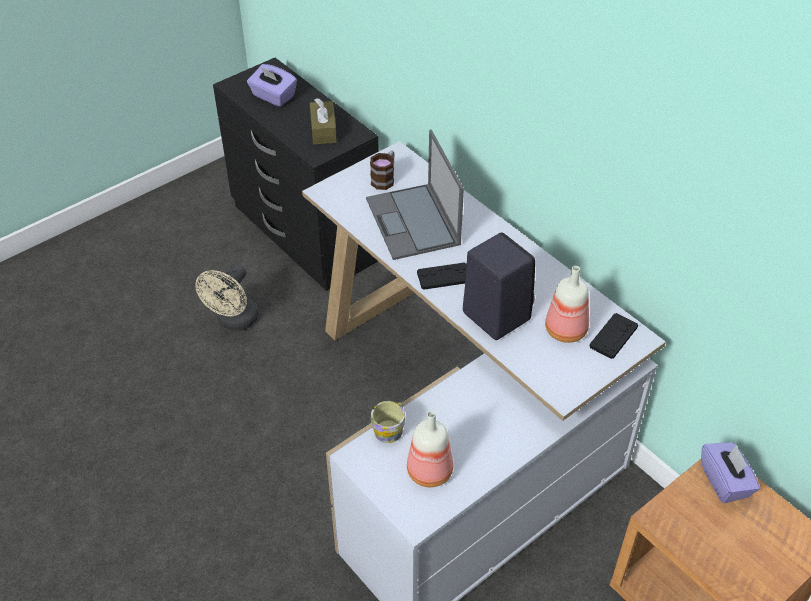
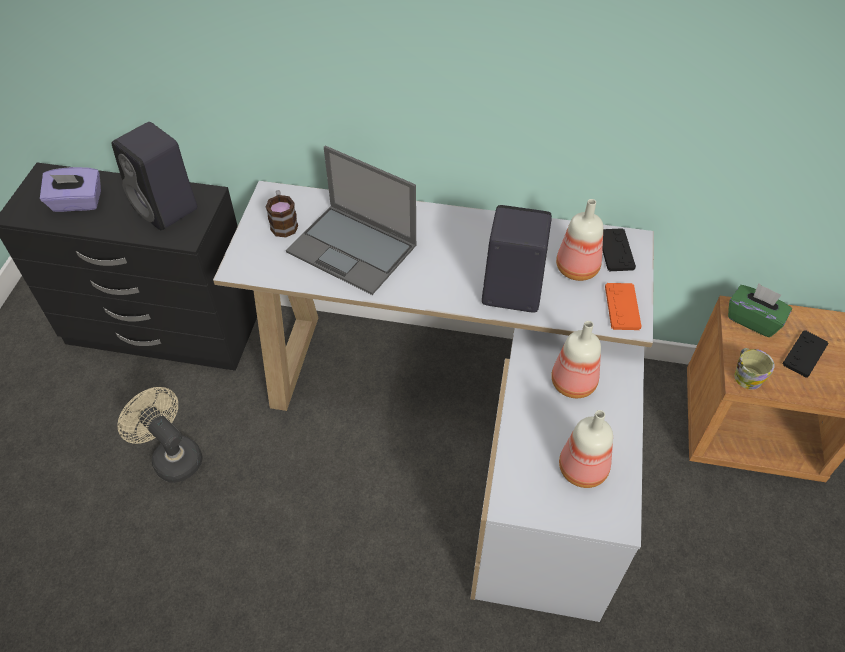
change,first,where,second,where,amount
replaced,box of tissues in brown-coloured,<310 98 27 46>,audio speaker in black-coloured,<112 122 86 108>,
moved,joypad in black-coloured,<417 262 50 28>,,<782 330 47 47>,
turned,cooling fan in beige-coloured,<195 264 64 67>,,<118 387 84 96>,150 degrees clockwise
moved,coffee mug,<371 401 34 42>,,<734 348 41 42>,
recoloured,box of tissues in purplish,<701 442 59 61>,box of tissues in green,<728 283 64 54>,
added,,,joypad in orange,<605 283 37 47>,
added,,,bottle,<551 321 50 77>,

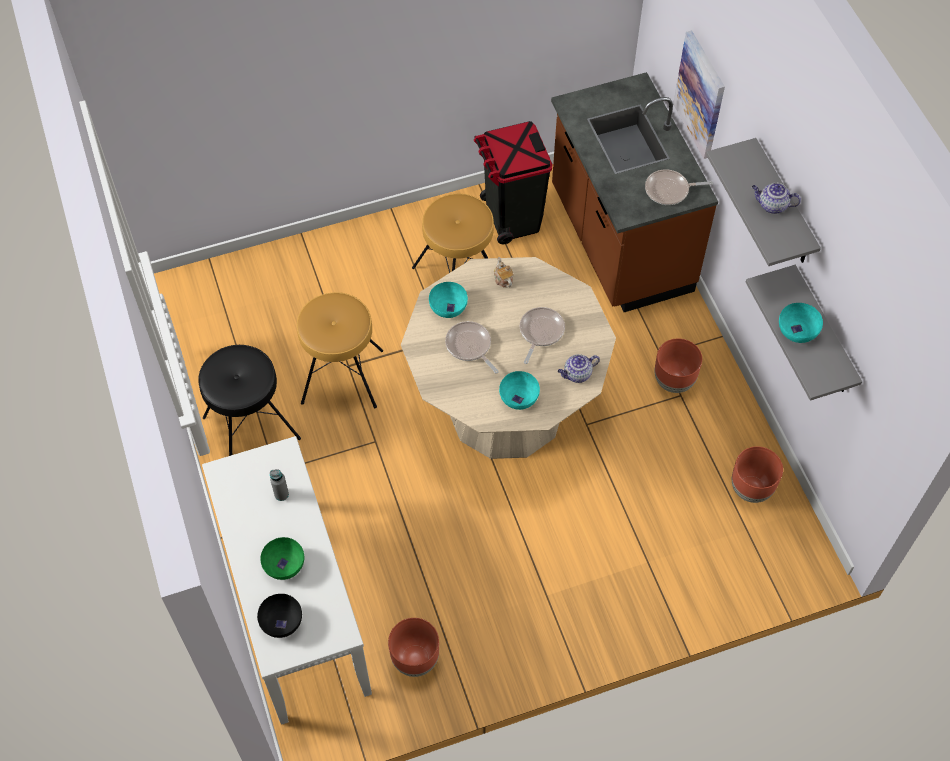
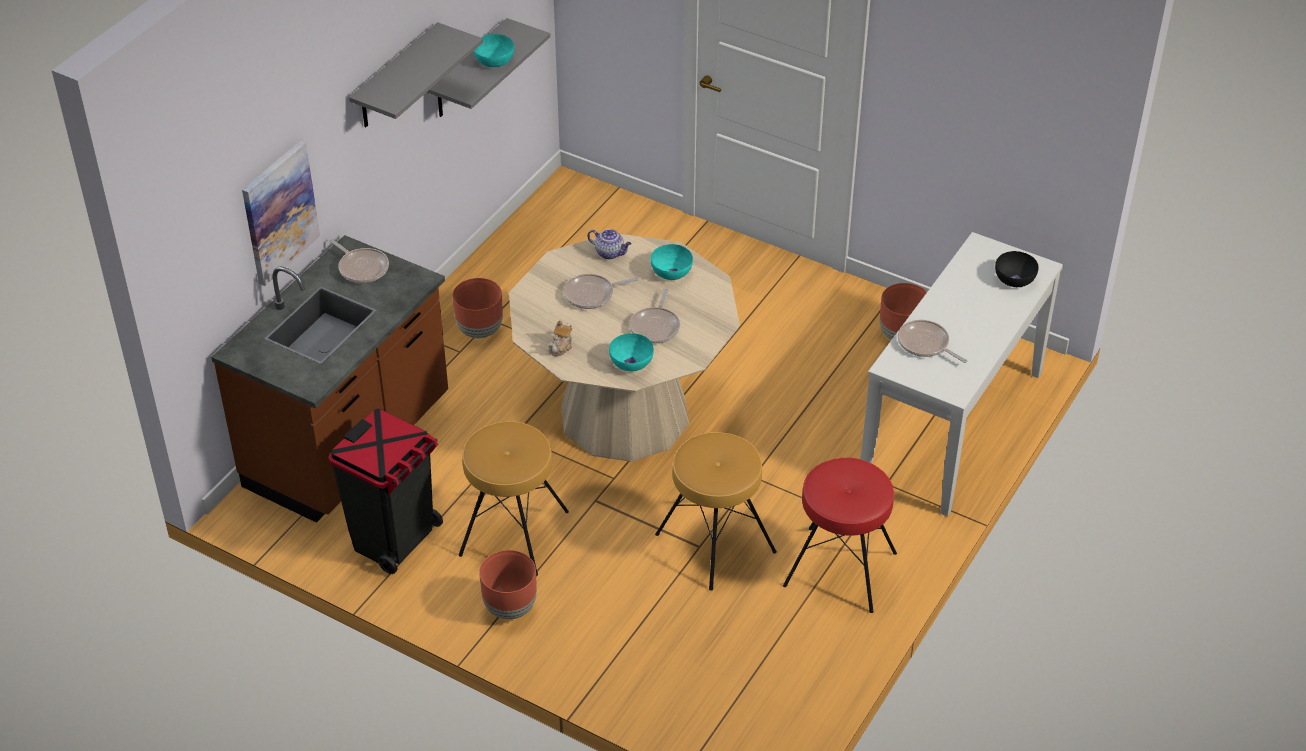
change,first,where,second,where,amount
removed,teapot,<752 183 49 31>,,,
recoloured,stool seat in black-coloured,<198 345 103 111>,stool seat in red,<783 458 114 155>,
moved,planter in brown-coloured,<732 446 51 57>,,<479 550 58 69>,
replaced,bottle in gray,<270 469 19 32>,pan,<898 320 69 43>,
removed,bowl in green,<261 537 43 43>,,,

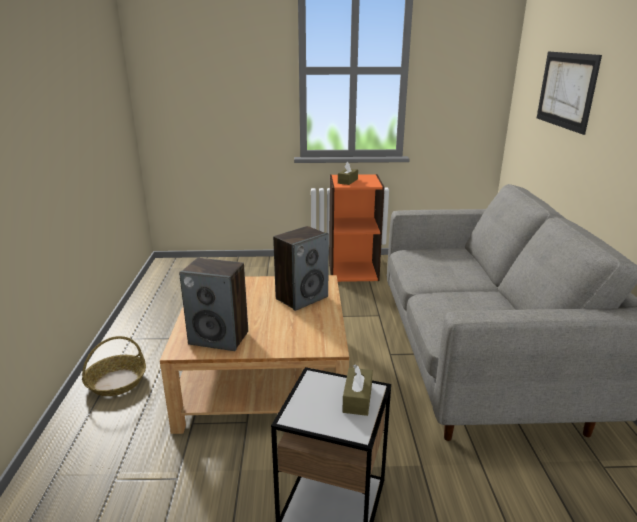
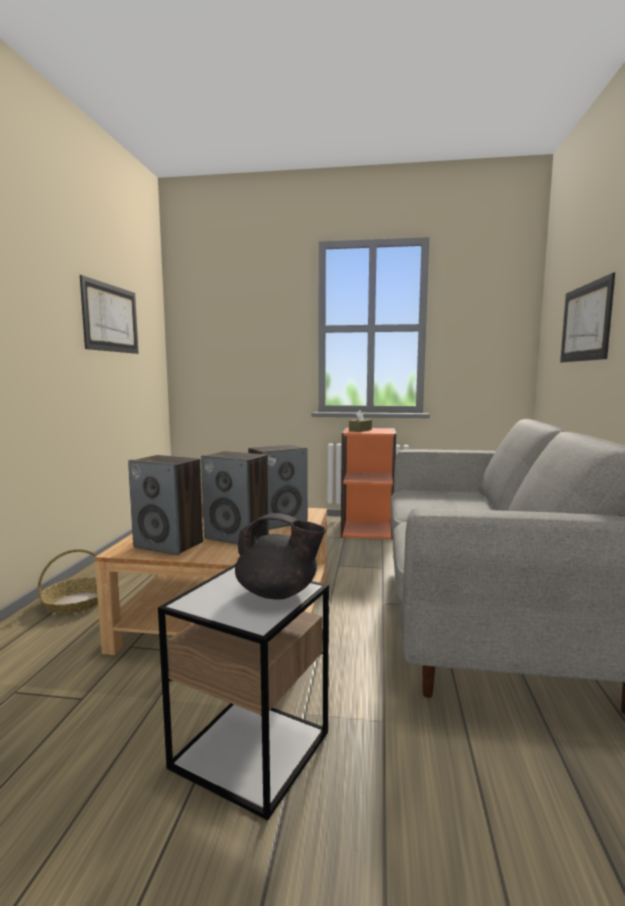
change,first,where,second,where,amount
replaced,box of tissues in brown-coloured,<342 364 31 52>,teapot in black-coloured,<235 513 91 87>,
added,,,wall art,<80 275 59 79>,
added,,,audio speaker,<201 451 68 93>,

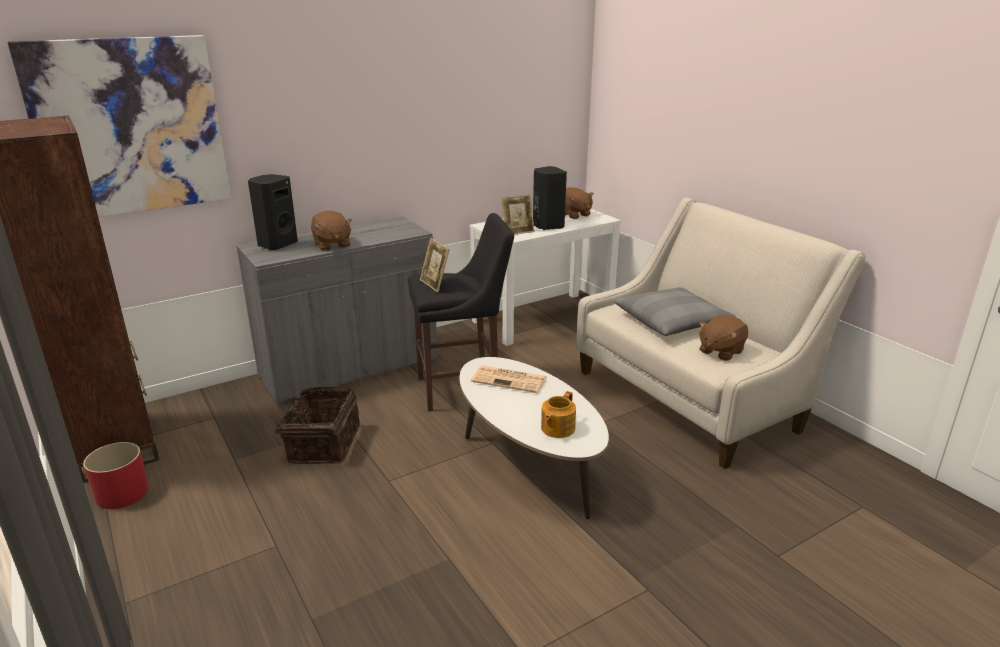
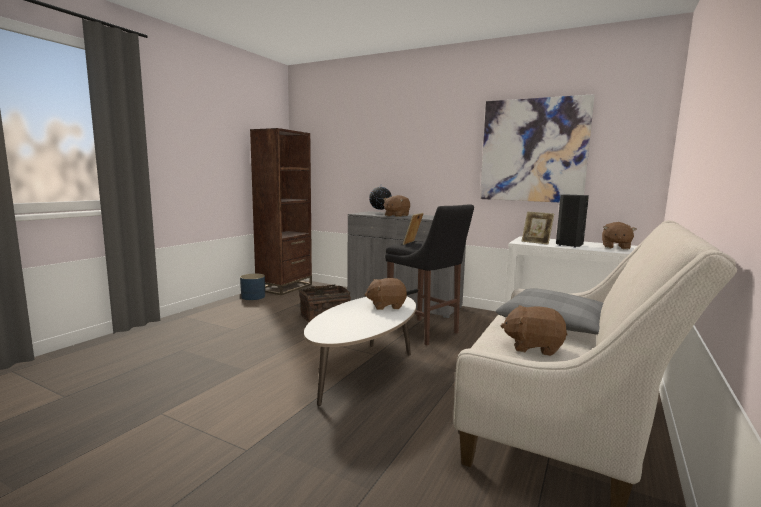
change,first,where,second,where,amount
moved,wall art,<8 35 223 182>,,<480 94 115 108>,
replaced,audio speaker in black-coloured,<248 174 50 76>,world globe,<369 184 23 29>,
replaced,printed paper,<471 365 76 28>,plush toy in brown-coloured,<364 278 43 32>,
removed,teapot,<541 391 35 47>,,,
recoloured,planter in red,<83 442 65 67>,planter in blue-coloured,<240 274 25 26>,

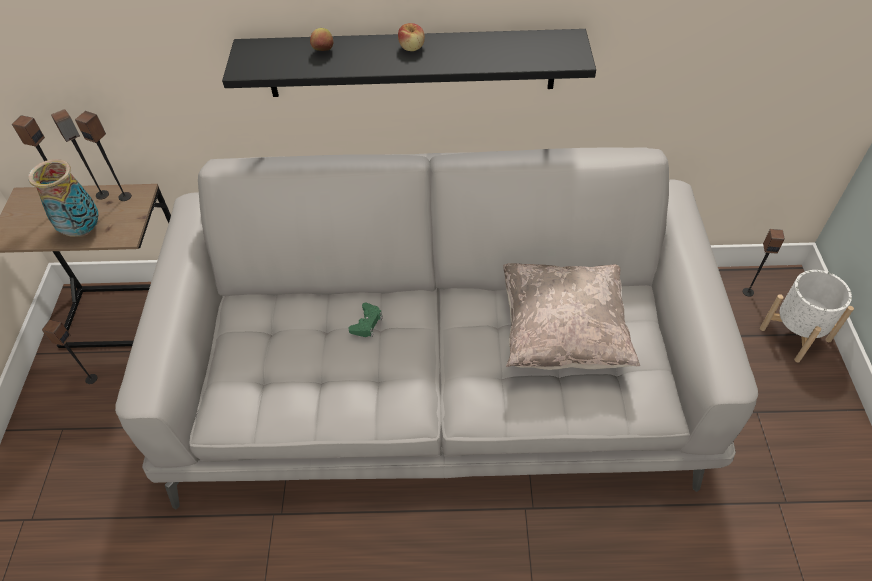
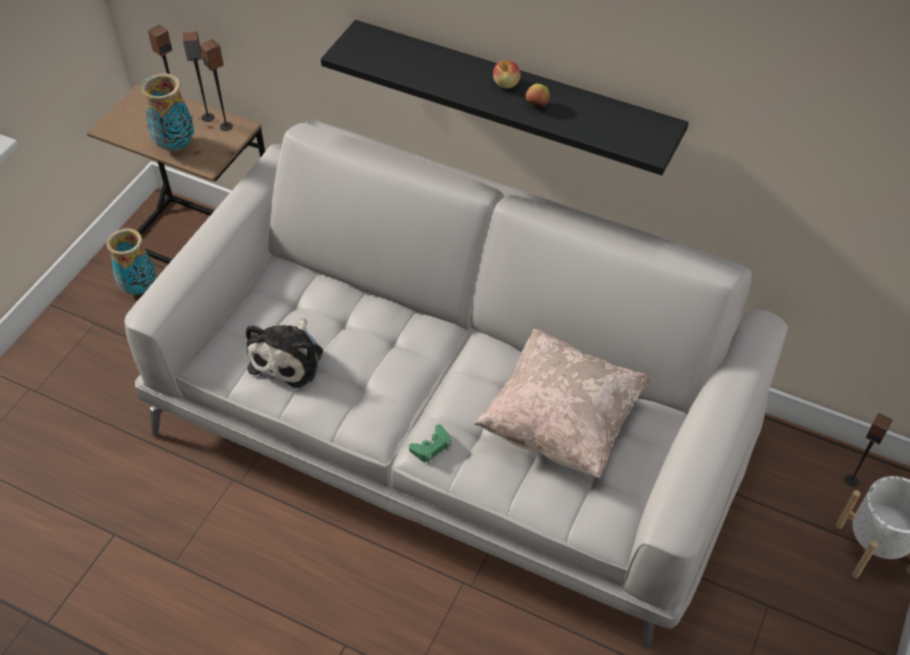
change,first,where,second,where,amount
moved,apple,<310 28 23 23>,,<526 84 24 23>,
moved,joypad in green,<348 302 35 35>,,<409 424 42 40>,
replaced,audio speaker,<42 320 56 64>,decorative vase,<106 228 50 67>,
added,,,plush toy,<246 318 77 70>,

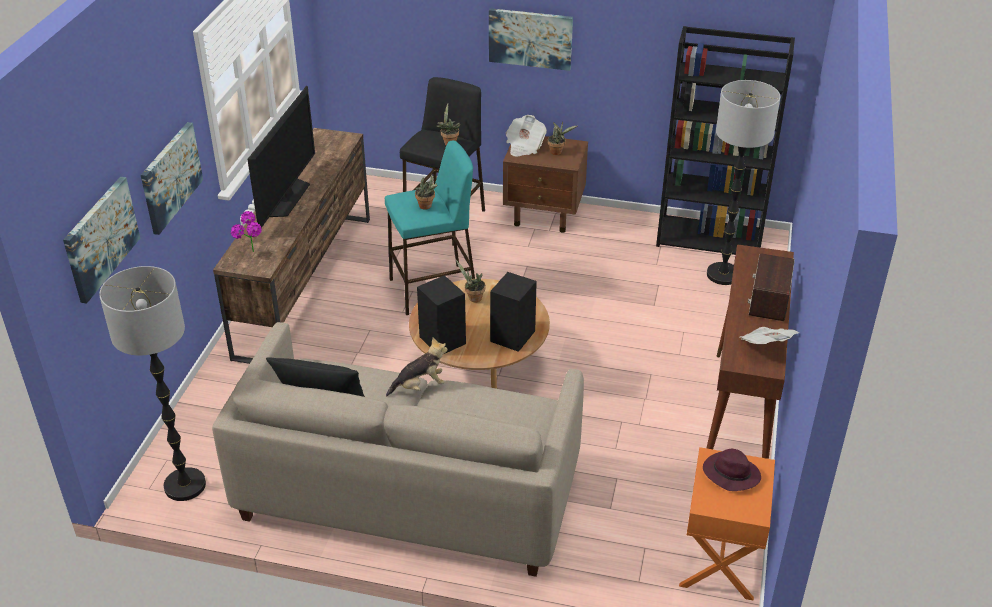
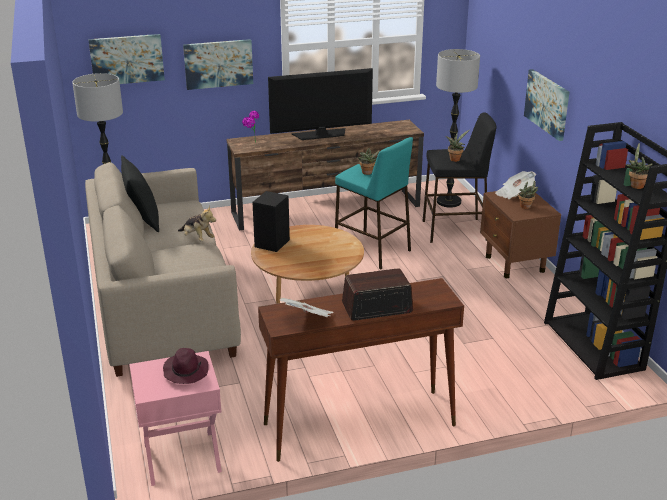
change,first,where,second,where,amount
moved,standing lamp,<707 80 73 205>,,<436 49 44 159>,
moved,potted plant,<456 260 29 43>,,<625 143 28 46>,
removed,audio speaker in black-coloured,<490 272 47 80>,,,
recoloured,night table in orange,<679 447 96 154>,night table in pinkish,<129 351 93 135>,

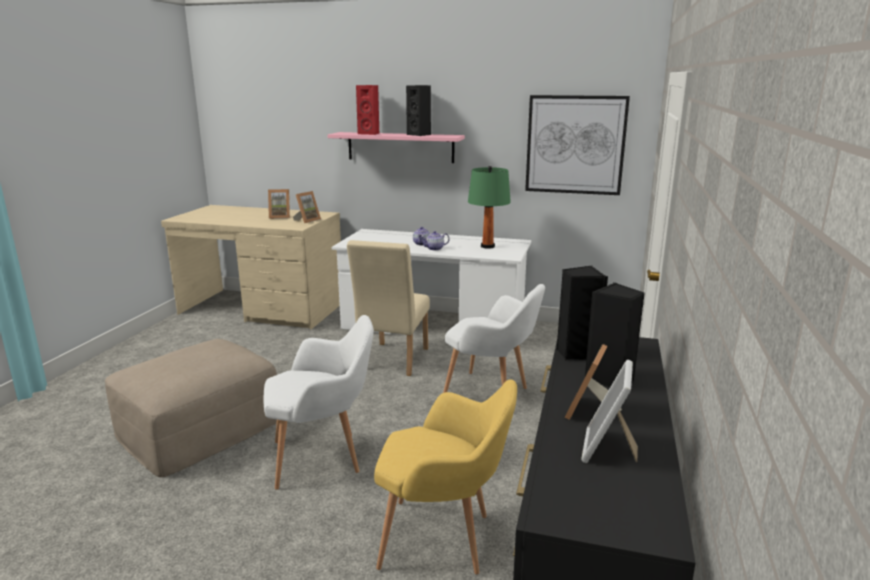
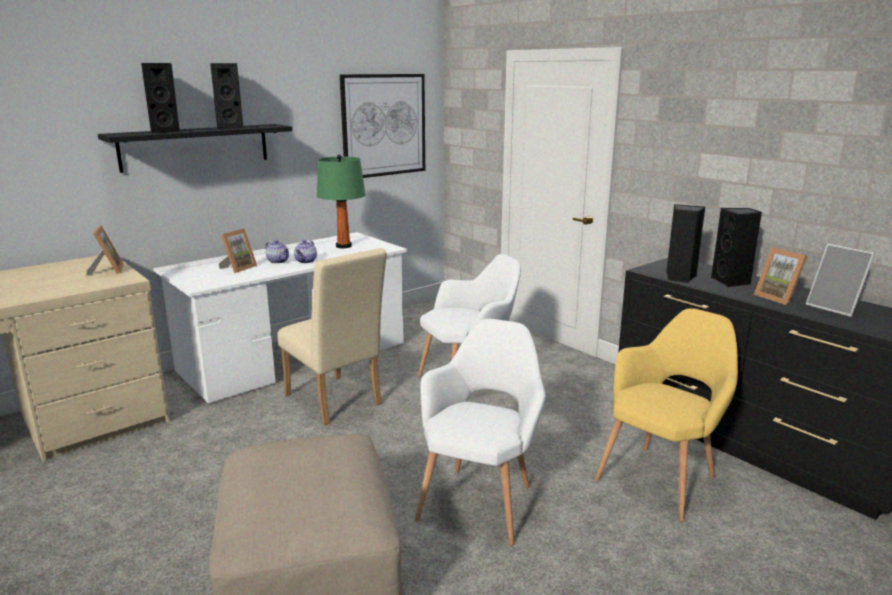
change,first,where,second,where,amount
recoloured,audio speaker in red,<356 85 23 50>,audio speaker in black-coloured,<141 63 39 70>,
recoloured,bracket shelf in pinkish,<327 132 138 31>,bracket shelf in black-coloured,<98 124 194 49>,
moved,photo frame,<268 189 22 30>,,<218 228 39 45>,

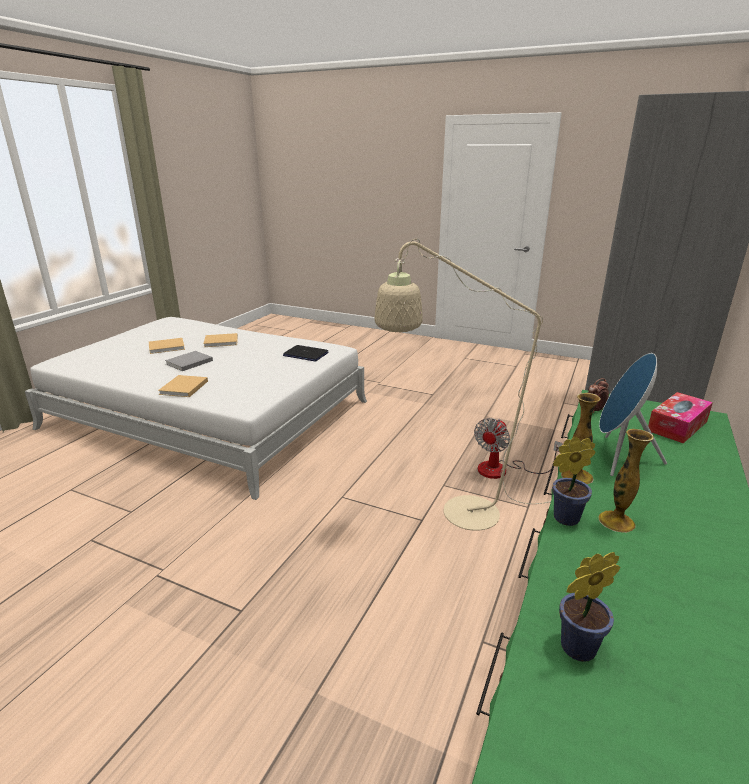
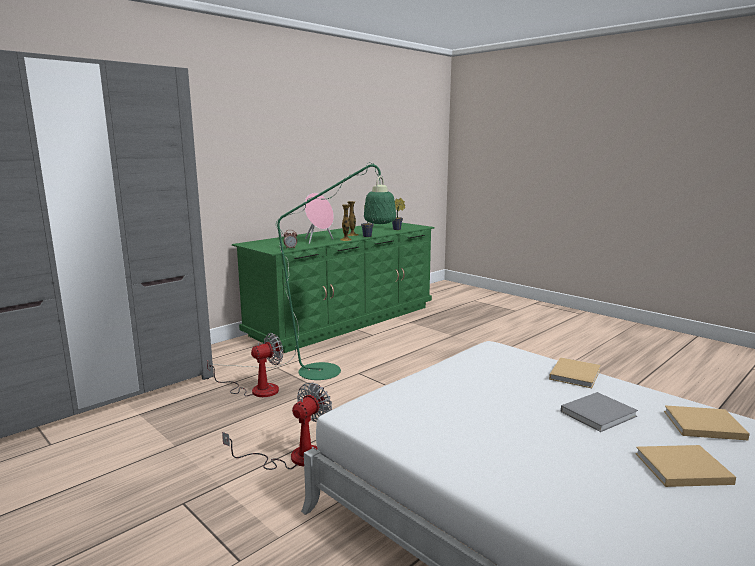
change,first,where,second,where,amount
recoloured,standing lamp in beige-coloured,<374 239 177 292>,standing lamp in green,<213 162 183 218>,
moved,bound book in beige-coloured,<203 333 35 14>,,<664 405 86 35>,
removed,notebook computer,<283 345 45 17>,,,
recoloured,audio speaker in blue-coloured,<599 353 68 123>,audio speaker in pinkish,<304 193 30 51>,
removed,box of tissues,<648 392 65 51>,,,
added,,,cooling fan,<222 383 110 87>,

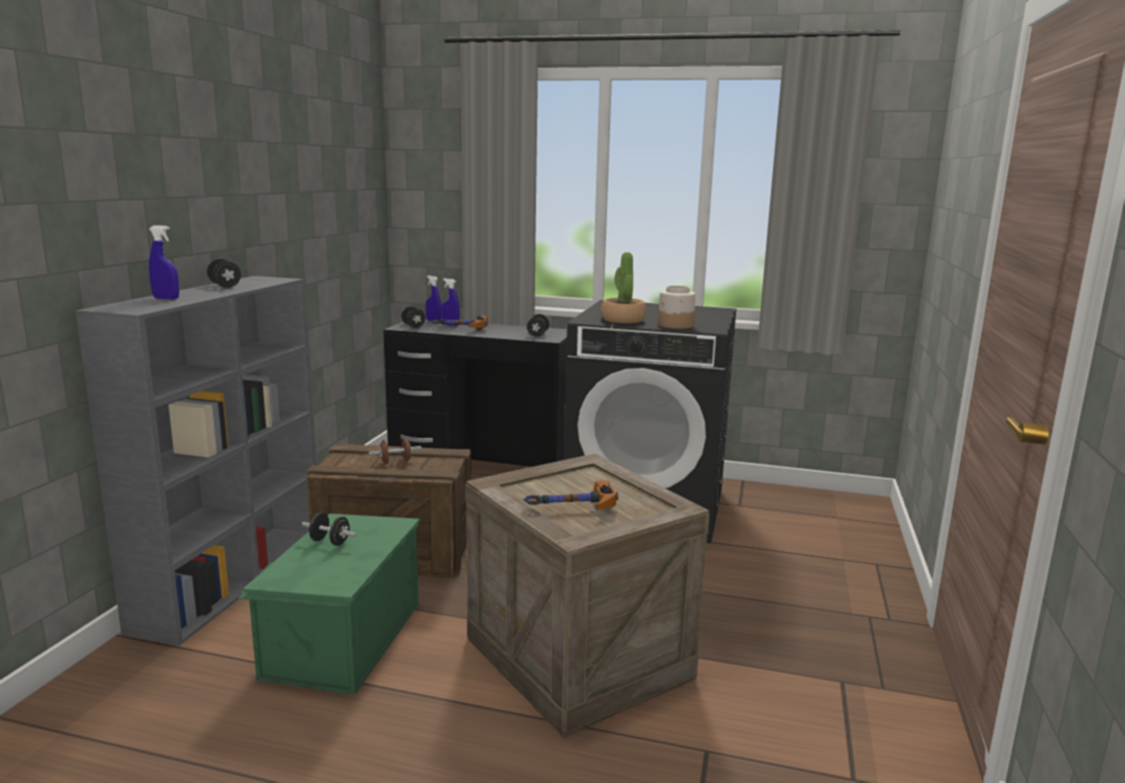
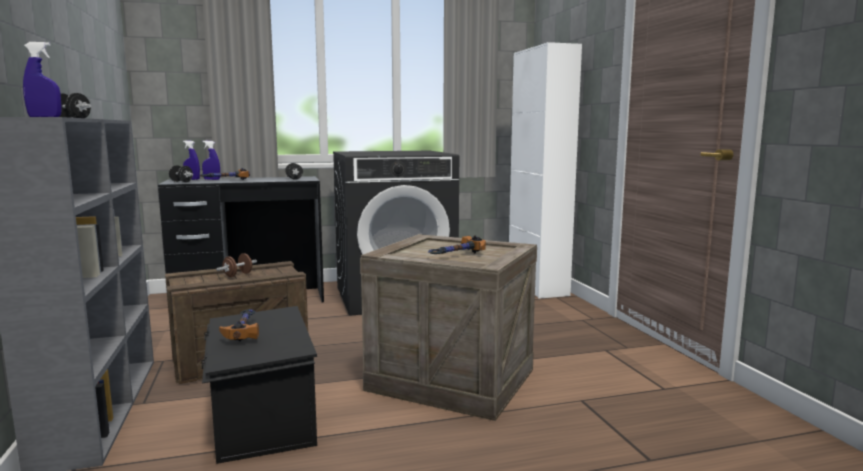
change,first,where,second,where,amount
removed,potted plant,<601 252 45 72>,,,
removed,jar,<658 286 38 43>,,,
recoloured,storage box in green,<238 513 182 182>,storage box in black-coloured,<201 306 116 158>,
replaced,dumbbell in black-coloured,<302 513 55 33>,tool hammer,<219 309 40 32>,
added,,,storage cabinet in whitish,<509 42 73 257>,

